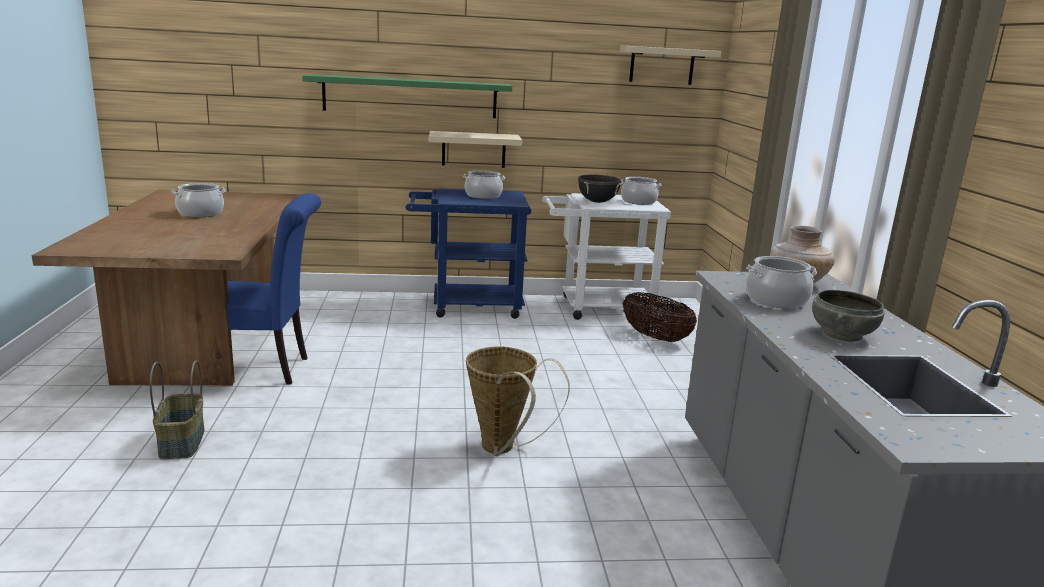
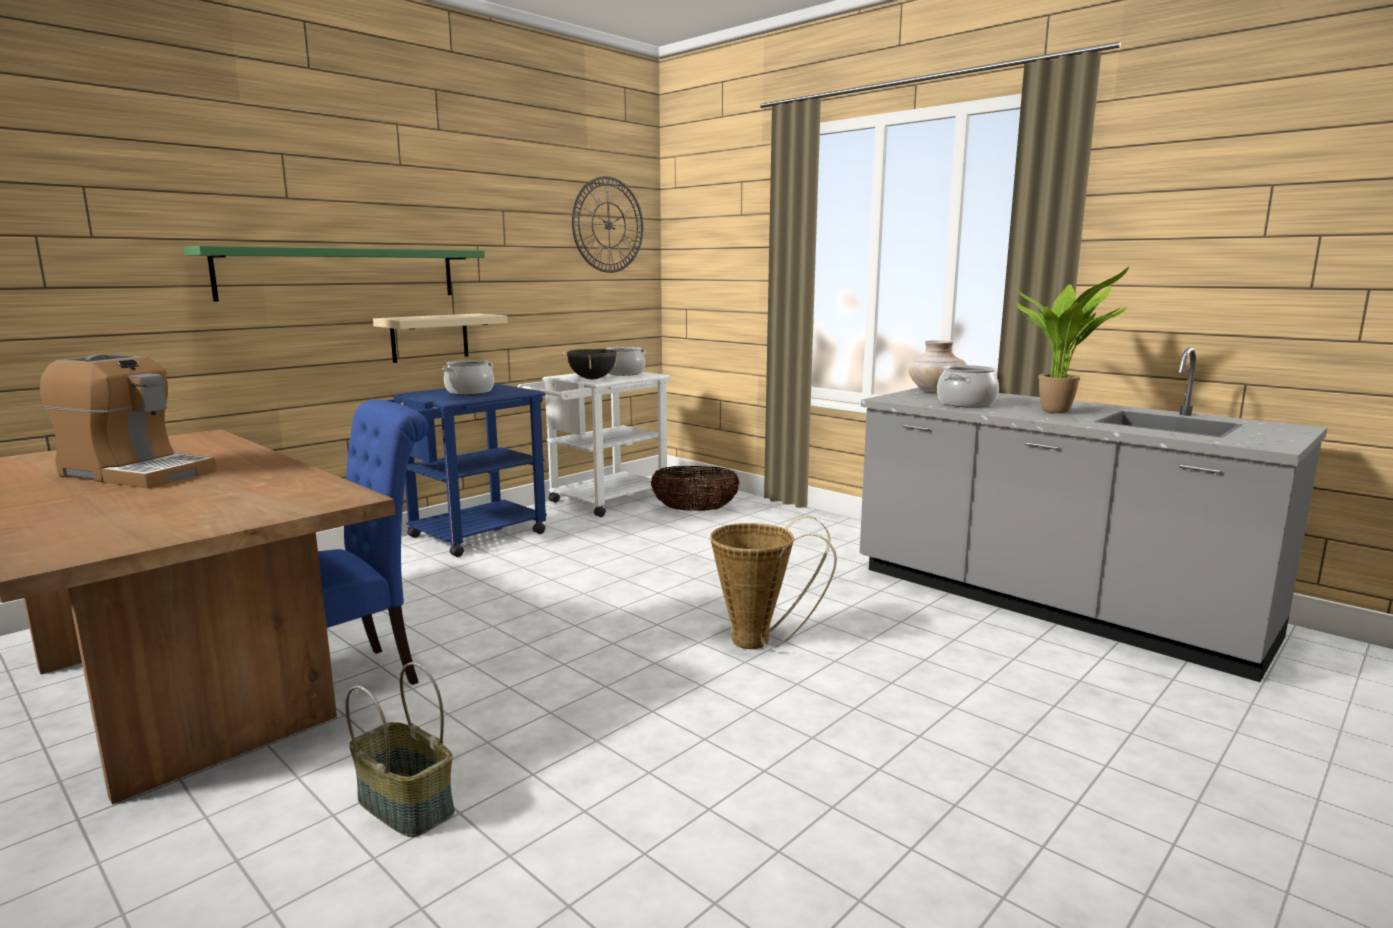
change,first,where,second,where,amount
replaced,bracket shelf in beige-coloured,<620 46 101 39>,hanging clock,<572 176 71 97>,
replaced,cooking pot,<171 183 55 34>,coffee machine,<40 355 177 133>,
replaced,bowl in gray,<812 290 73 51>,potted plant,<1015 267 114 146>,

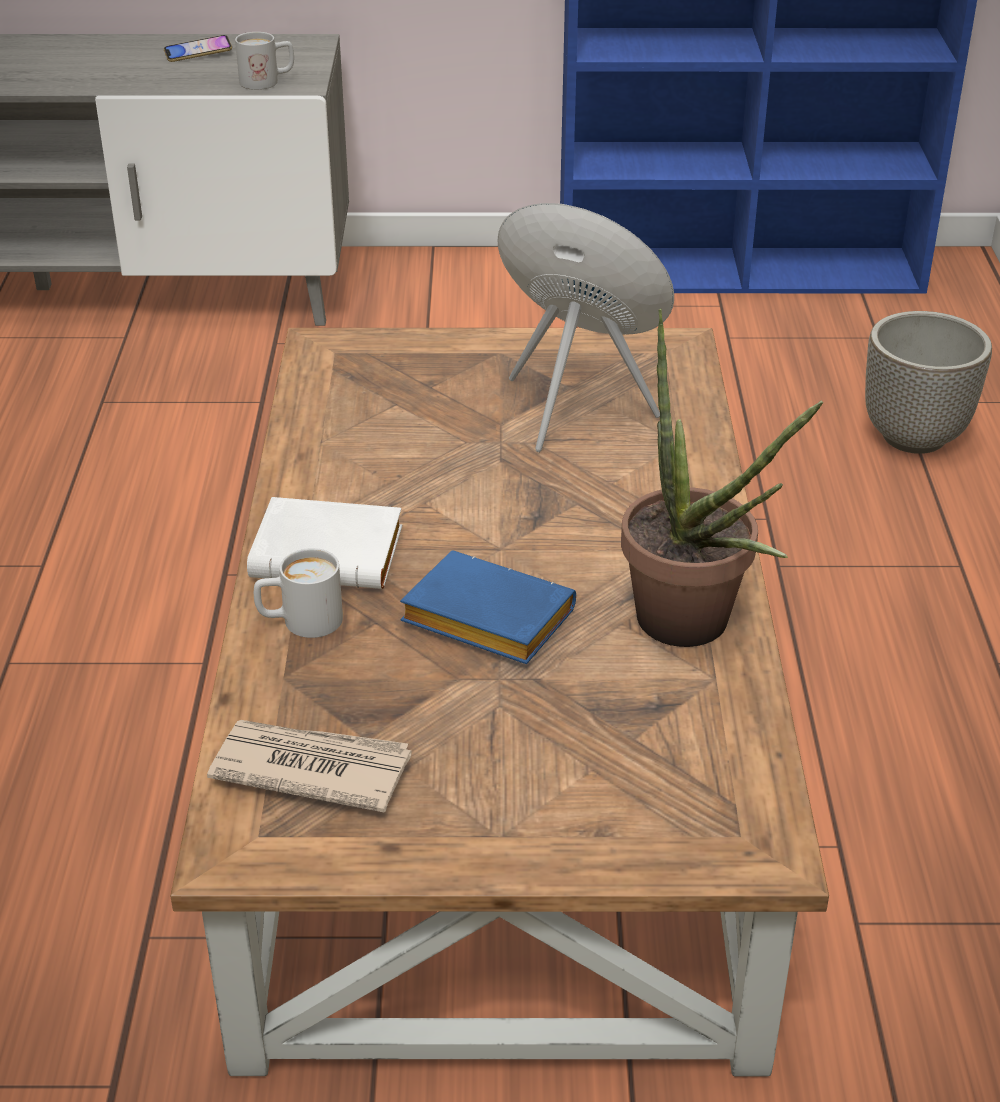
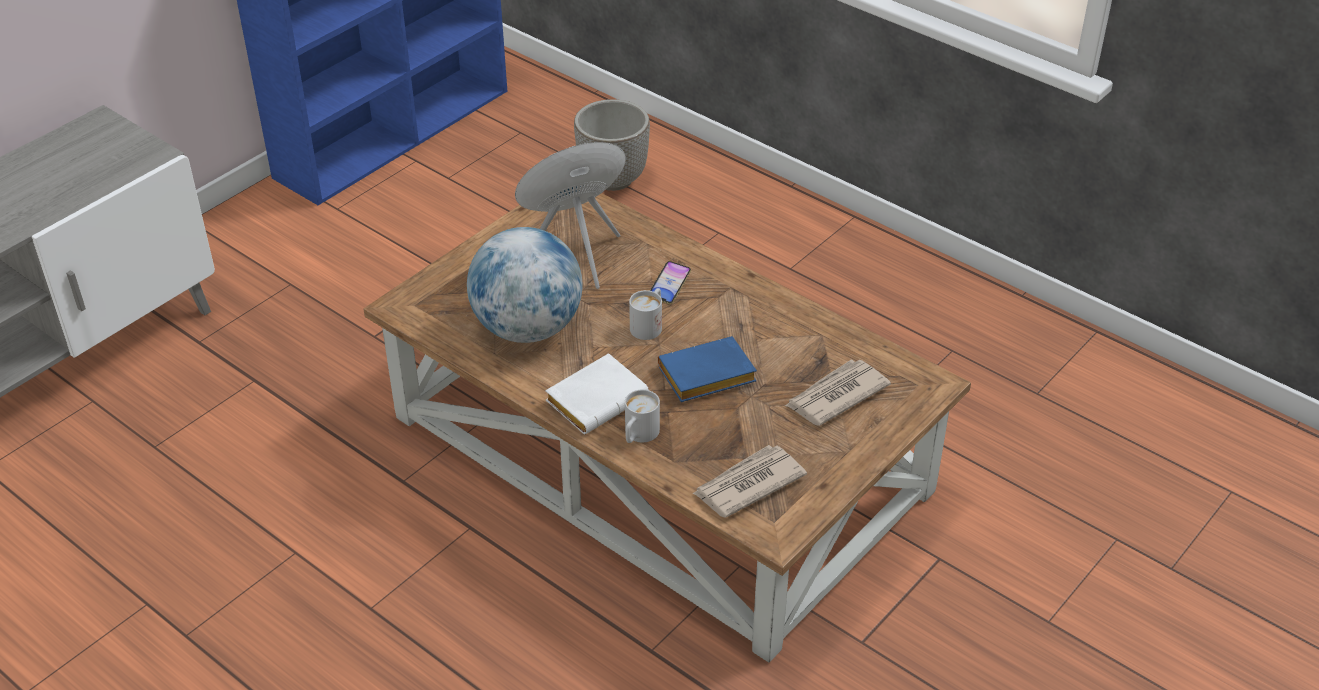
change,first,where,second,where,amount
moved,coffee mug in whitish,<235 32 59 58>,,<629 288 33 52>,
moved,handset,<164 35 68 27>,,<650 261 41 44>,
removed,potted plant,<621 308 203 339>,,,
added,,,world globe,<467 227 115 116>,
added,,,printed paper,<785 360 106 66>,

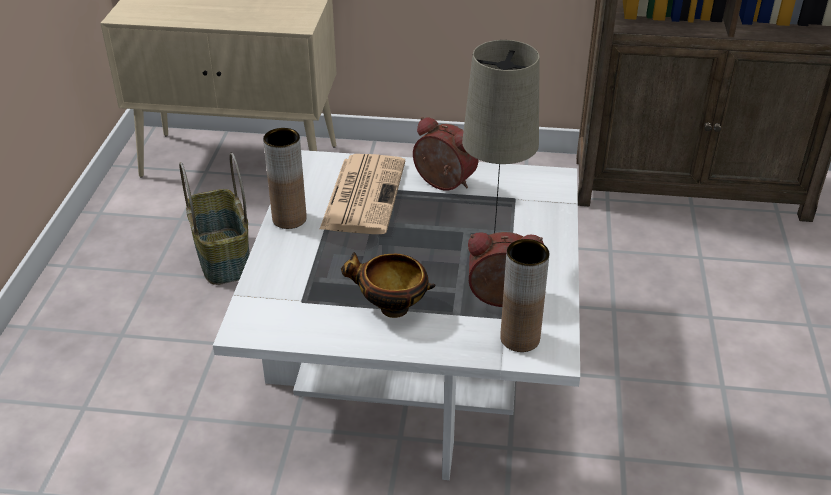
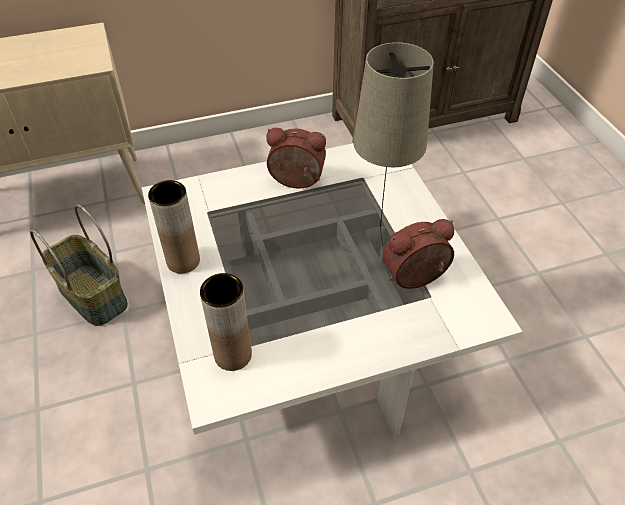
change,first,where,second,where,amount
removed,printed paper,<319 154 86 80>,,,
moved,decorative vase in brown-coloured,<500 239 49 113>,,<200 273 52 98>,
removed,bowl,<341 252 95 66>,,,

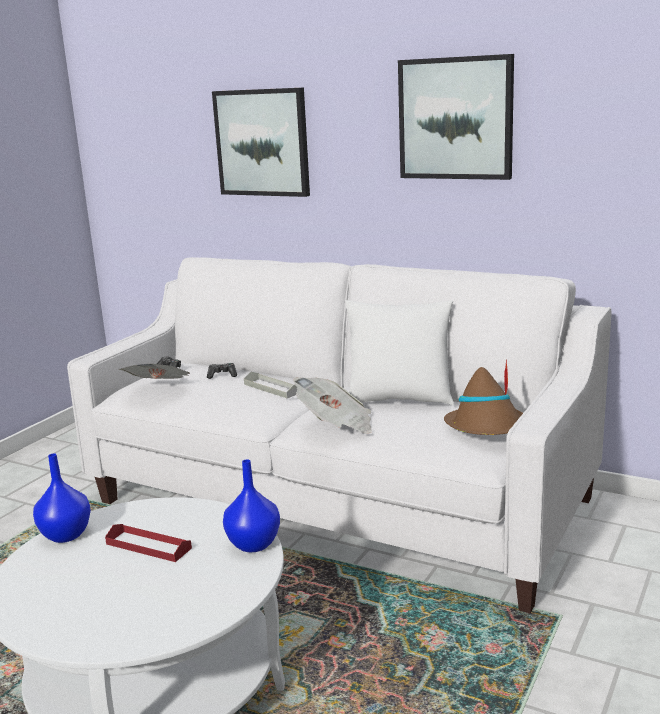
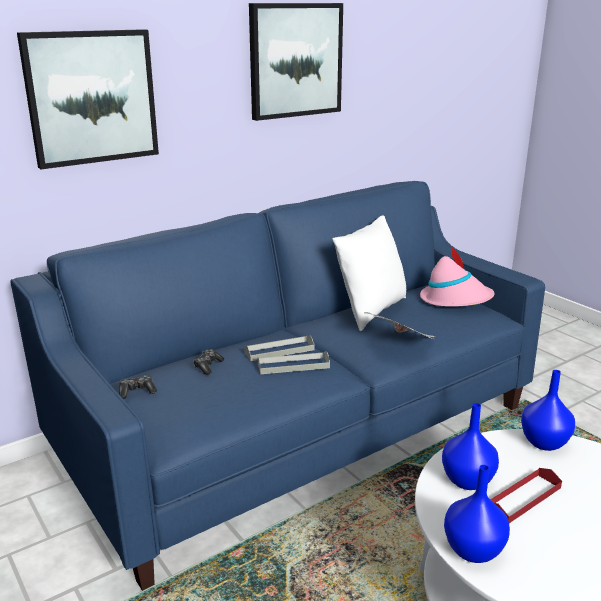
change,first,where,second,where,amount
recoloured,settee in whitish,<67 257 545 356>,settee in blue-coloured,<10 181 535 410>,
recoloured,clothing hat in brown-coloured,<444 359 79 76>,clothing hat in pinkish,<420 246 75 61>,
removed,printed paper,<119 364 70 15>,,,
added,,,carrying tray in gray,<258 352 72 22>,
added,,,decorative vase in blue-coloured,<442 403 57 87>,

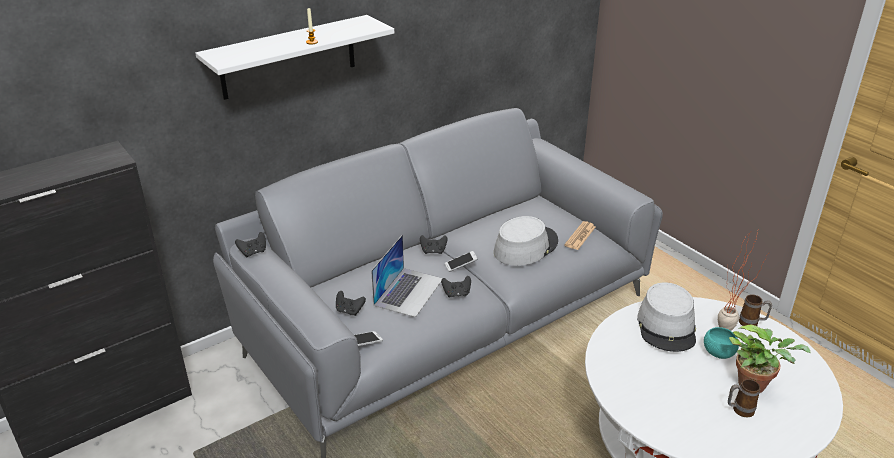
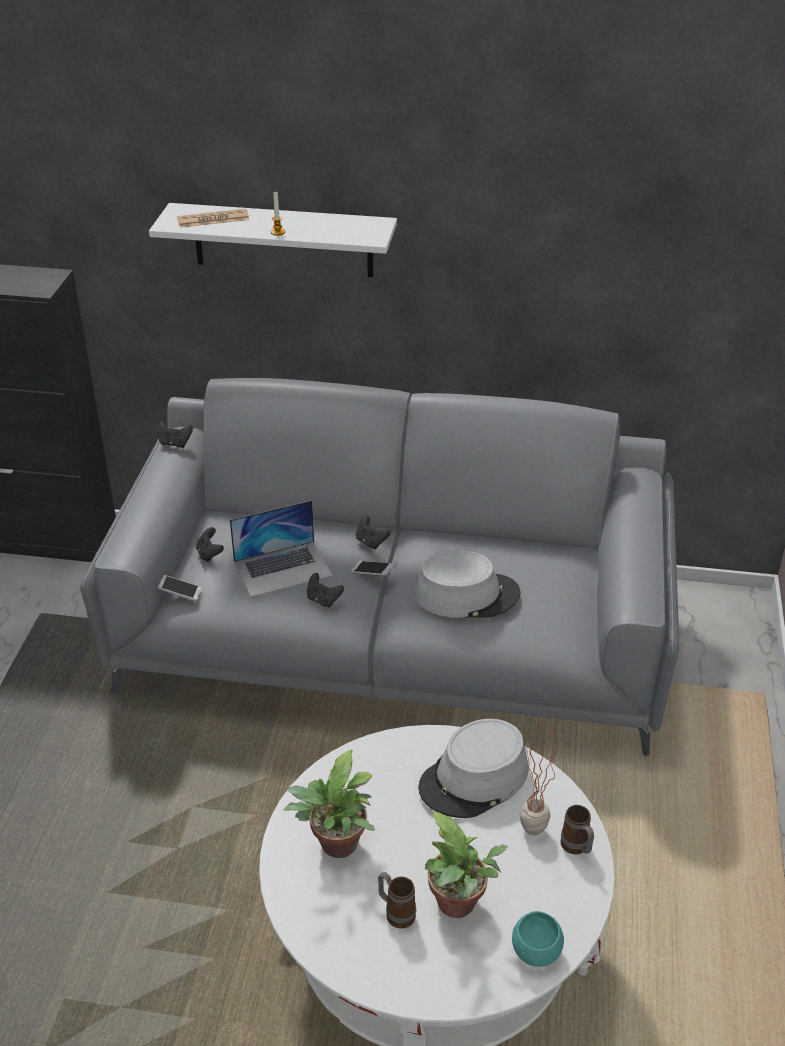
change,first,where,second,where,amount
moved,printed paper,<564 221 31 29>,,<177 209 72 19>,
moved,bowl in turquoise-coloured,<704 327 35 32>,,<512 911 52 56>,
added,,,potted plant,<283 750 92 108>,

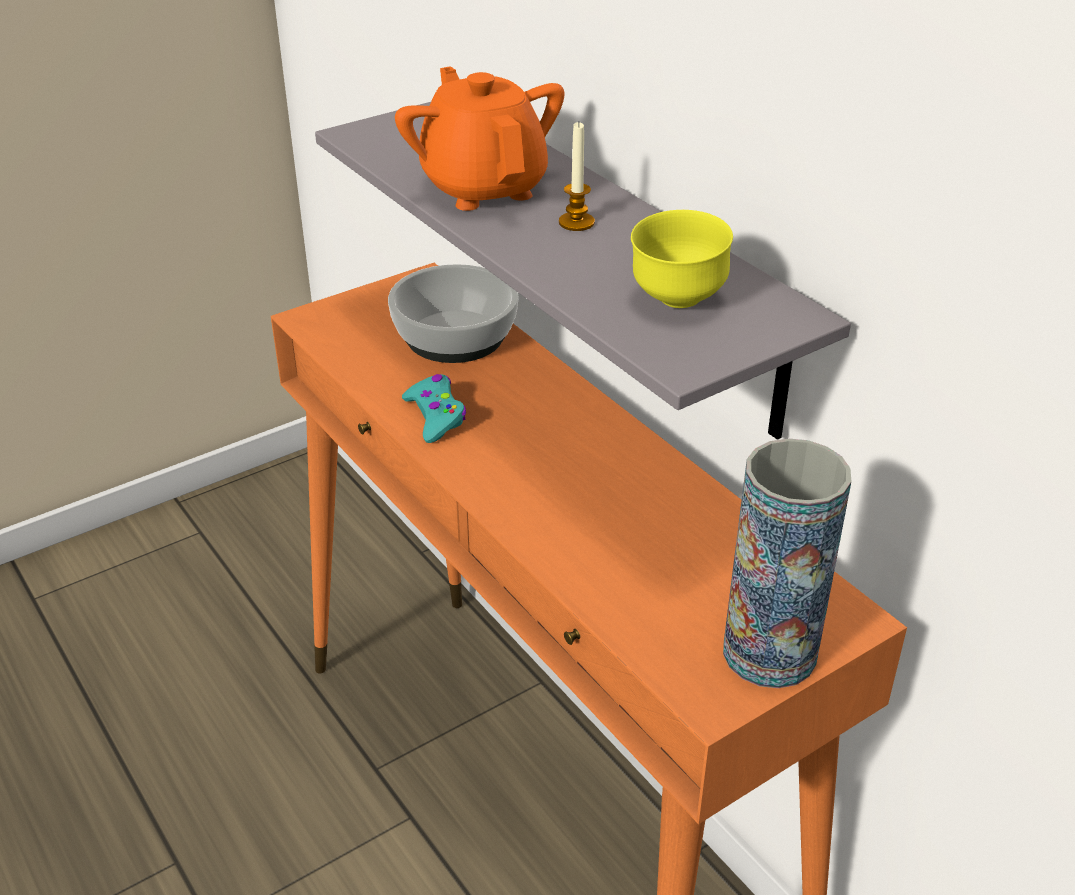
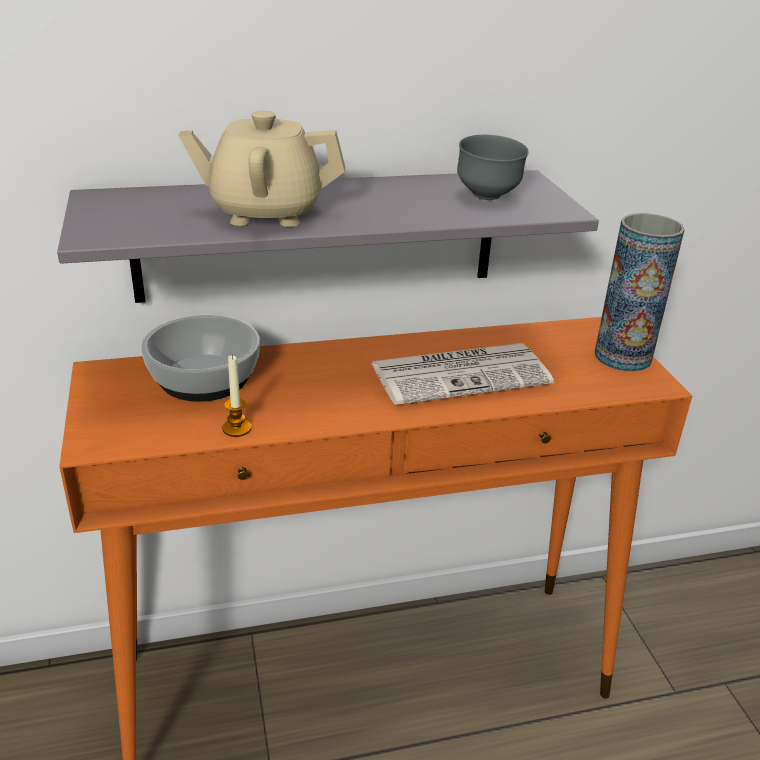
change,first,where,second,where,amount
recoloured,teapot in orange,<395 66 170 145>,teapot in beige-coloured,<178 111 167 116>,
moved,candle,<559 122 36 109>,,<222 355 30 82>,
recoloured,bowl in yellowish,<631 210 102 98>,bowl in gray,<457 135 72 65>,
removed,joypad in turquoise-coloured,<402 374 64 69>,,,
added,,,printed paper,<371 343 183 62>,

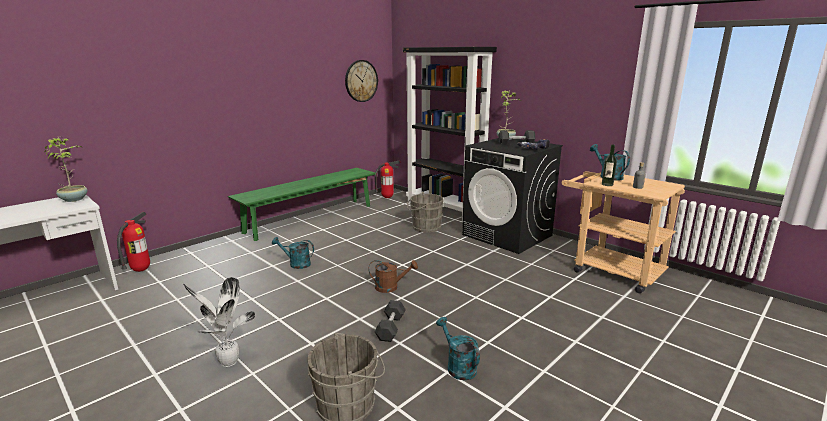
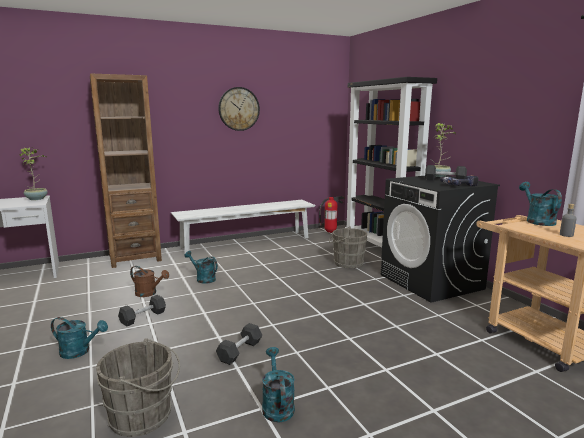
change,first,where,second,where,amount
moved,hanging clock,<345 60 33 42>,,<218 87 42 44>,
removed,bottle,<602 145 15 41>,,,
recoloured,long seat in green,<228 168 148 73>,long seat in whitish,<171 200 144 53>,
removed,fire extinguisher,<117 212 33 60>,,,
moved,watering pot in brown-coloured,<368 260 50 33>,,<130 266 39 31>,
replaced,potted plant,<182 277 73 90>,watering pot in turquoise-coloured,<51 317 57 42>,
added,,,shelving unit in brown-coloured,<90 74 72 194>,
added,,,dumbbell in black-coloured,<118 295 48 31>,

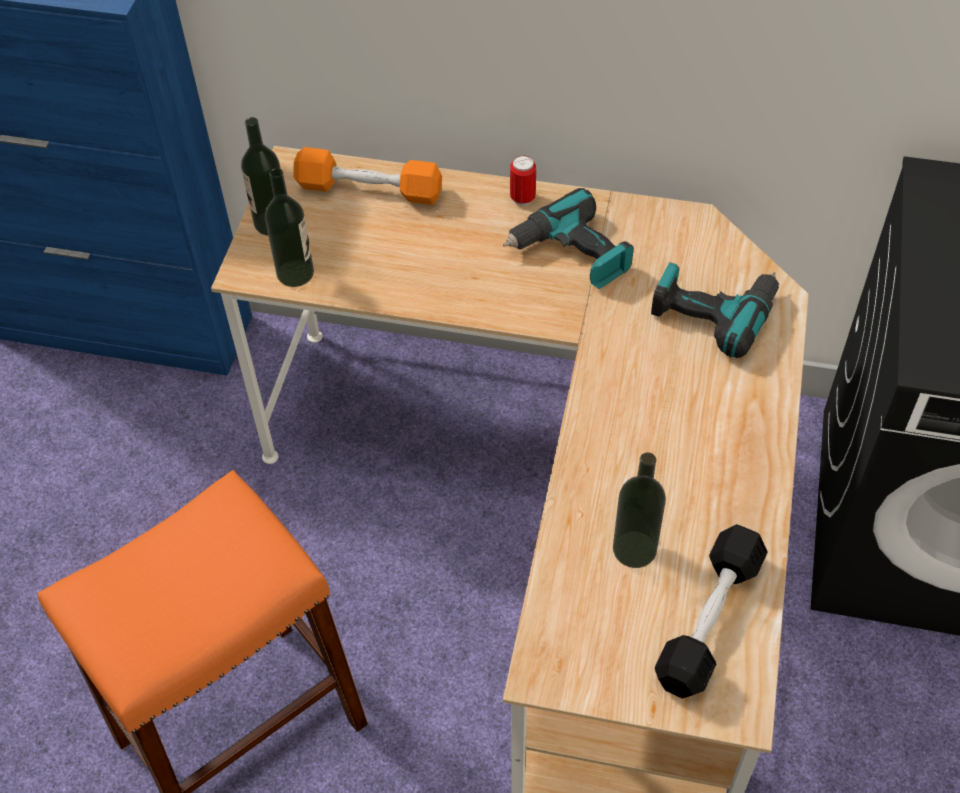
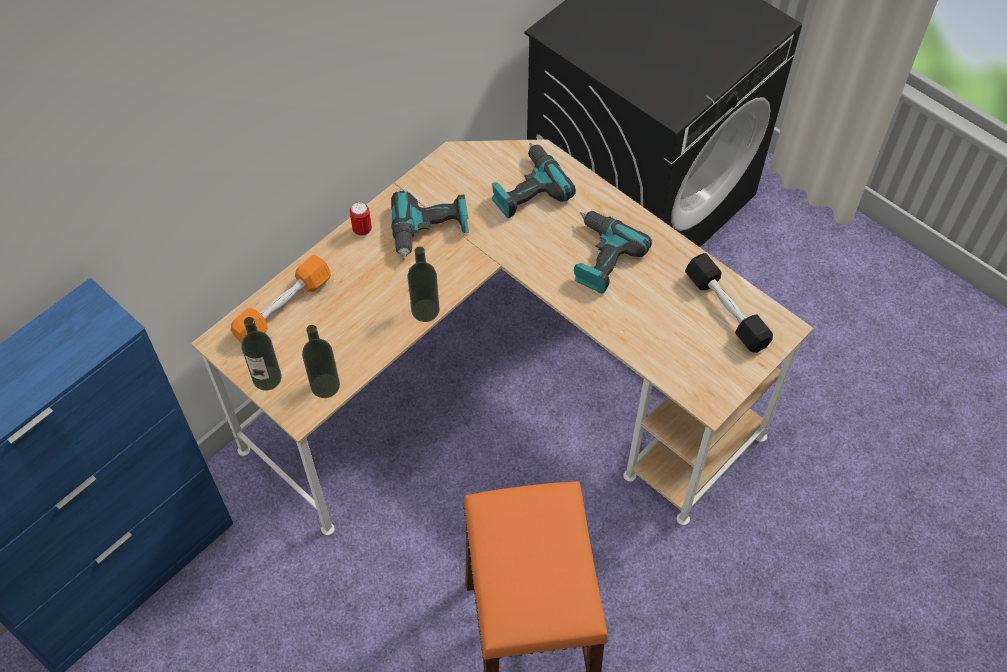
change,first,where,second,where,amount
moved,bottle,<613 452 53 116>,,<407 246 32 76>,
added,,,electric drill,<574 211 78 82>,

